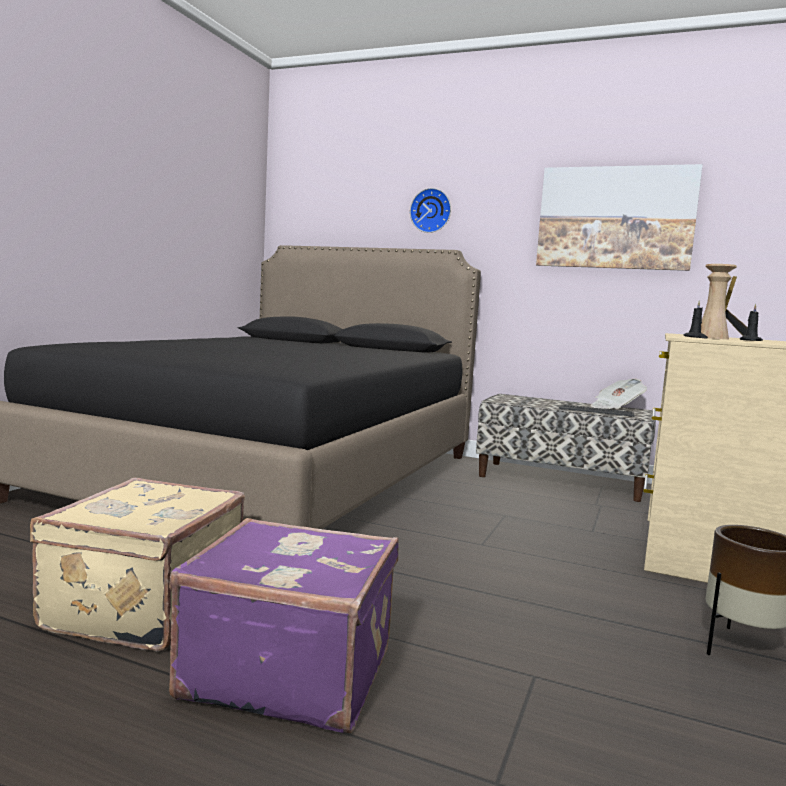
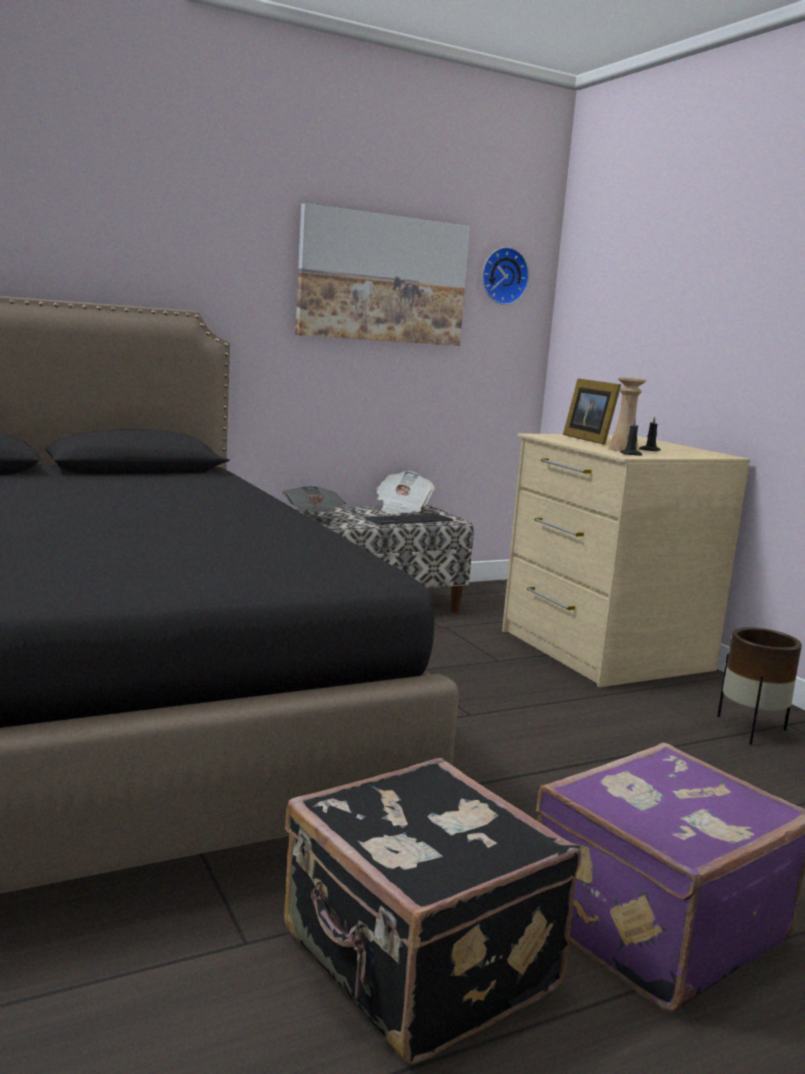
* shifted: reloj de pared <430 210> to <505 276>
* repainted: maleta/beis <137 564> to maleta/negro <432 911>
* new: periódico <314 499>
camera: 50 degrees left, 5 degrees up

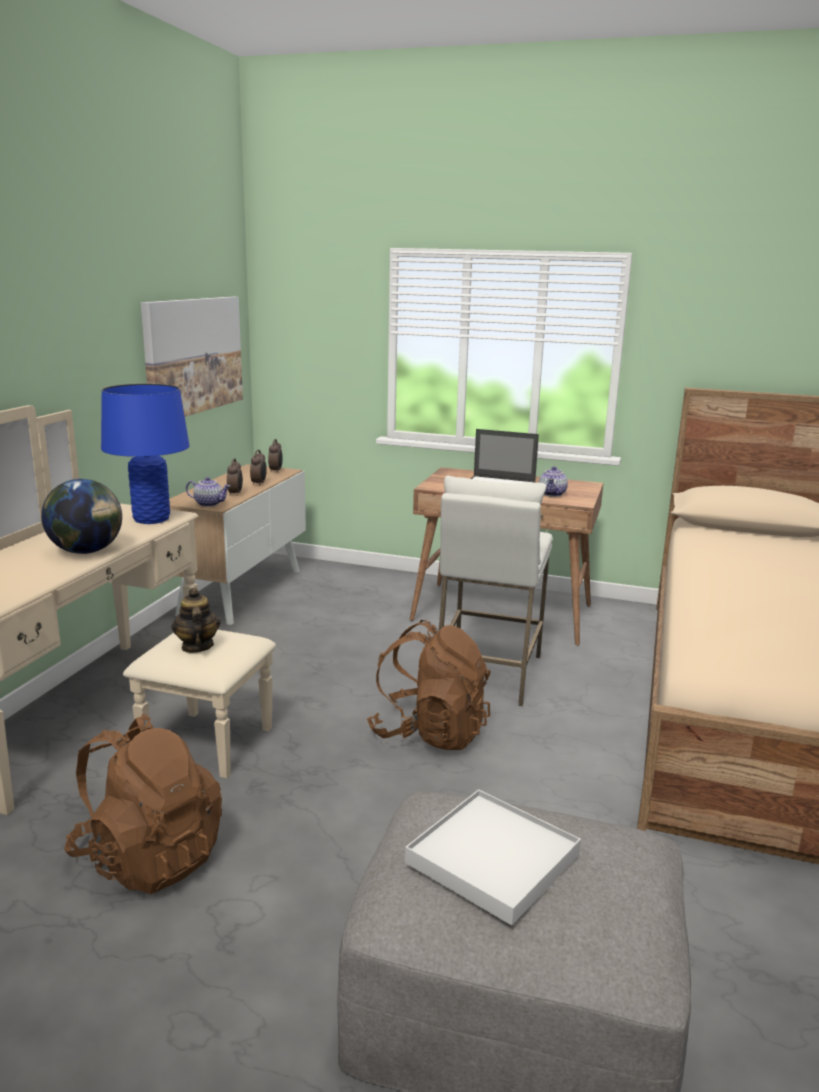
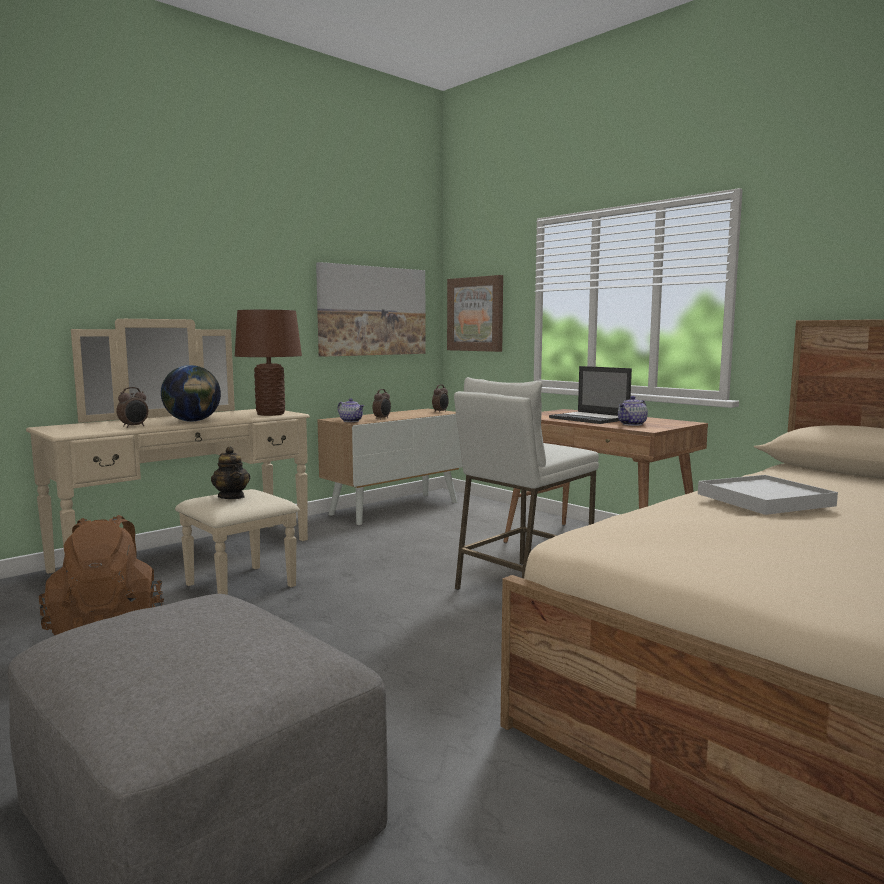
* repainted: lámpara de mesa/azul <145 454> to lámpara de mesa/marrón <268 363>
* shifted: despertador <258 468> to <132 407>
* rotated: tetera <196 620> = <230 472> 135 degrees clockwise
* gone: mochila/marrón <429 685>
* shifted: bandeja/blanco <493 857> to <768 495>
* new: cuadro <475 313>
camera: 30 degrees right, 10 degrees down

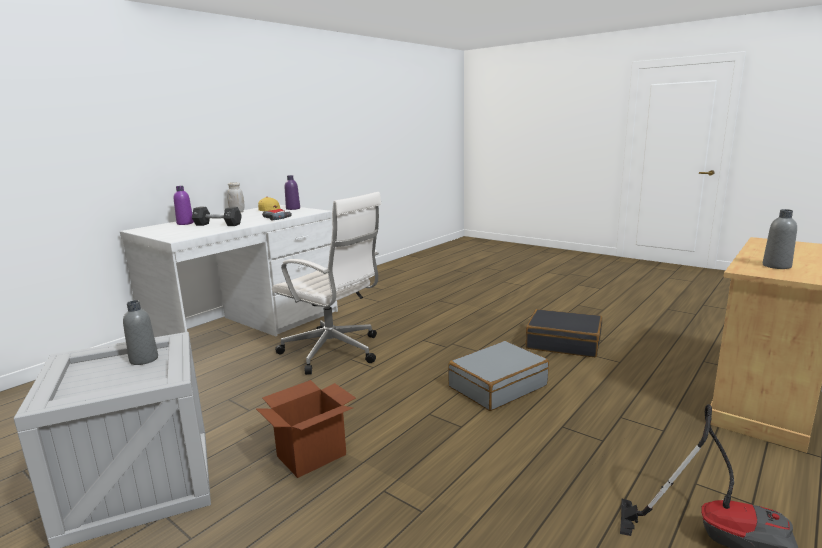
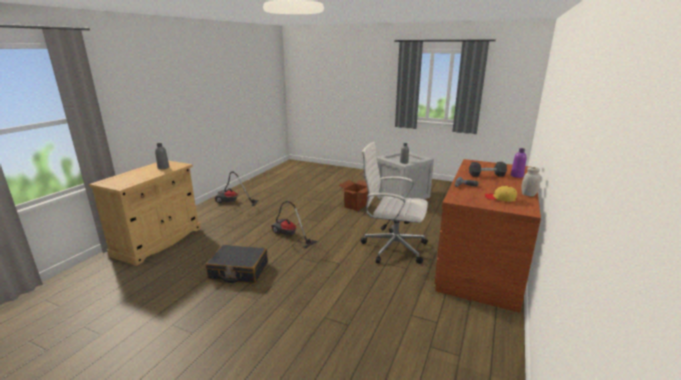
* gone: botella/morado <292 192>
* repainted: escritorio/blanco <229 271> to escritorio/marrón <487 236>
* swapped: maleta/gris <498 376> to aspiradora <294 224>
camera: 165 degrees right, 5 degrees up

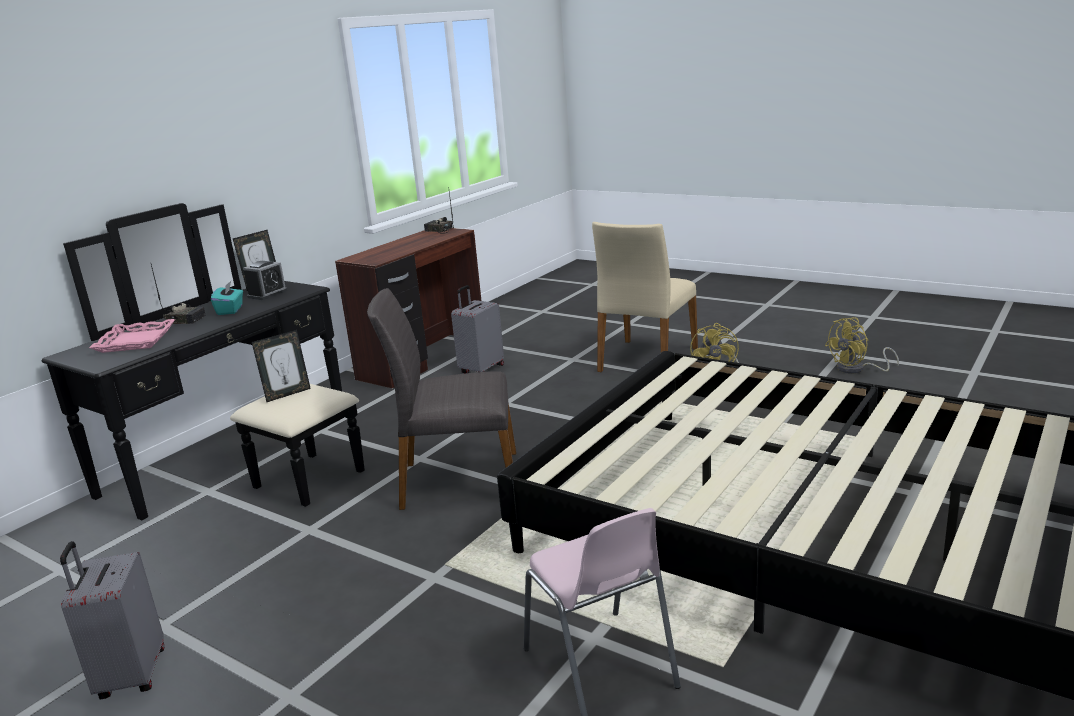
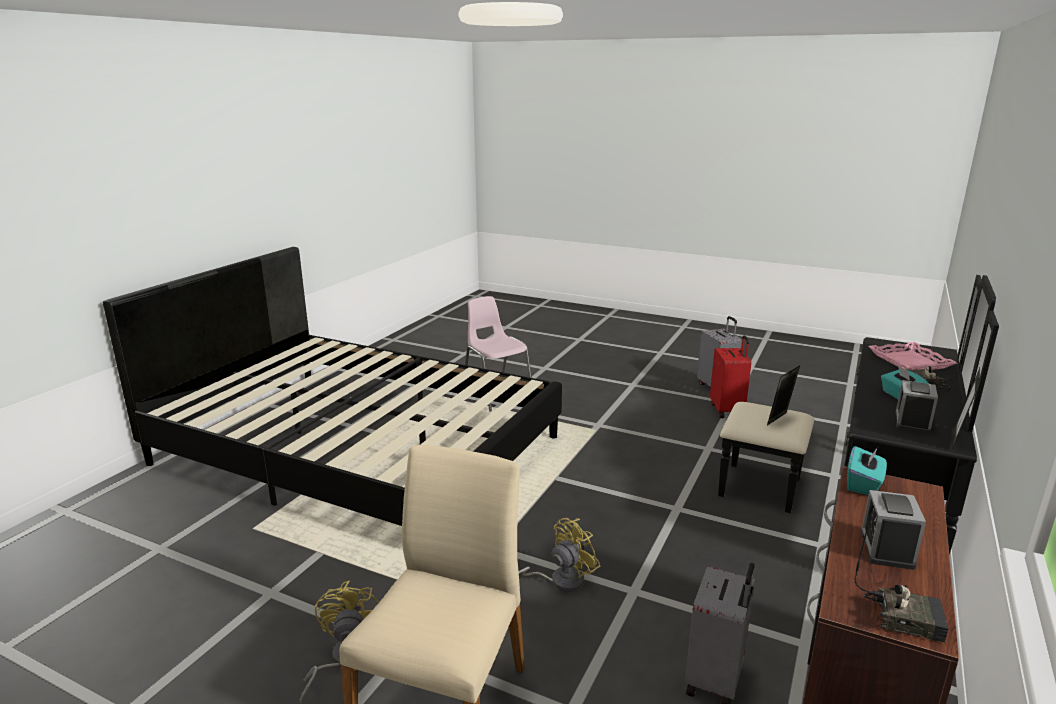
* gone: silla/gris <441 399>
* shifted: ventilador/amarillo <862 345> to <559 555>
* new: maleta/rojo <730 376>
* new: caja de pañuelos/turquesa <867 470>
* new: despertador <893 530>
camera: 170 degrees right, 0 degrees up

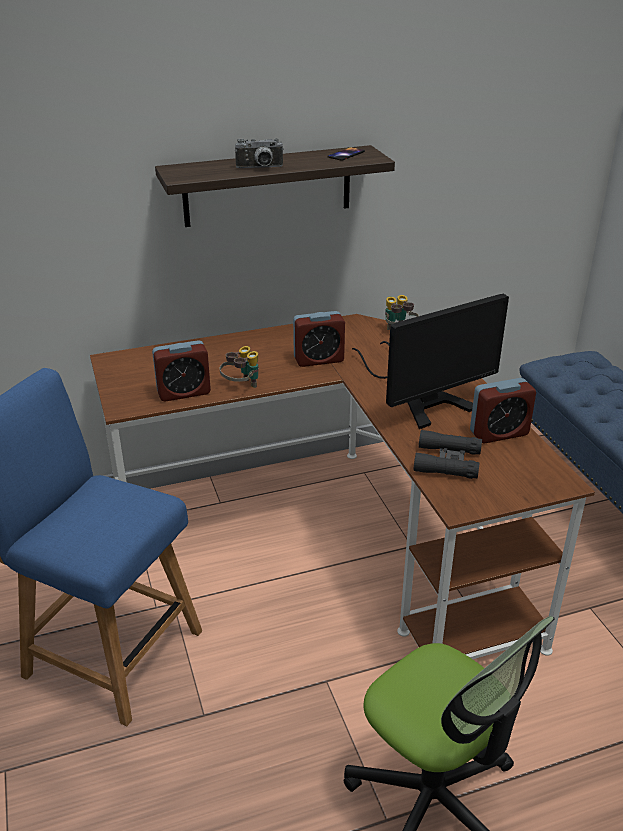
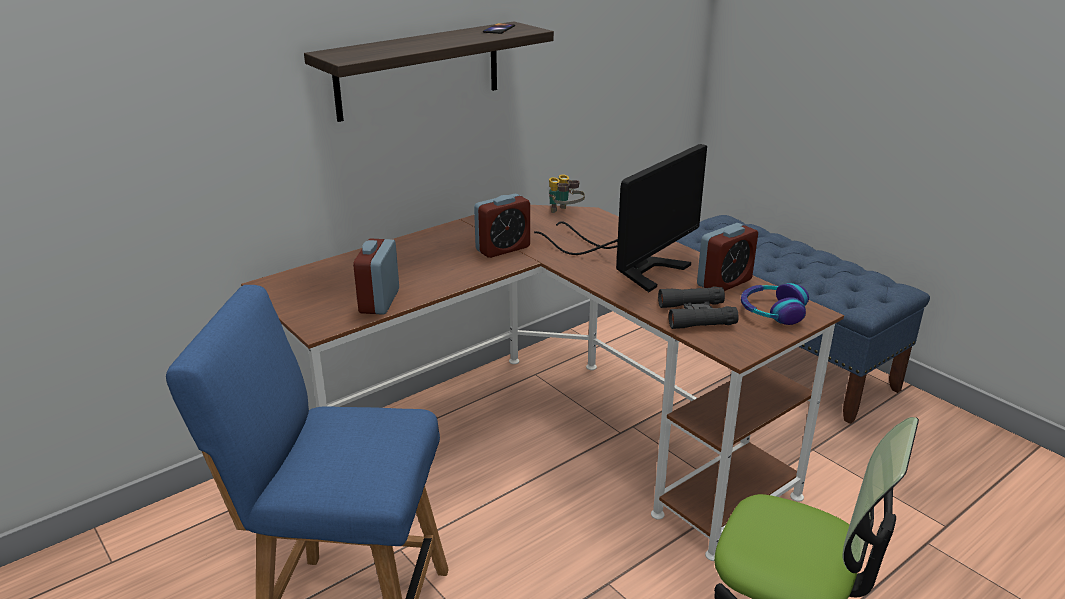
* gone: cámara <259 153>
* rotated: despertador <181 371> = <376 277> 135 degrees clockwise
* gone: prismáticos <239 367>
* new: auriculares <775 304>
camera: 20 degrees left, 5 degrees down

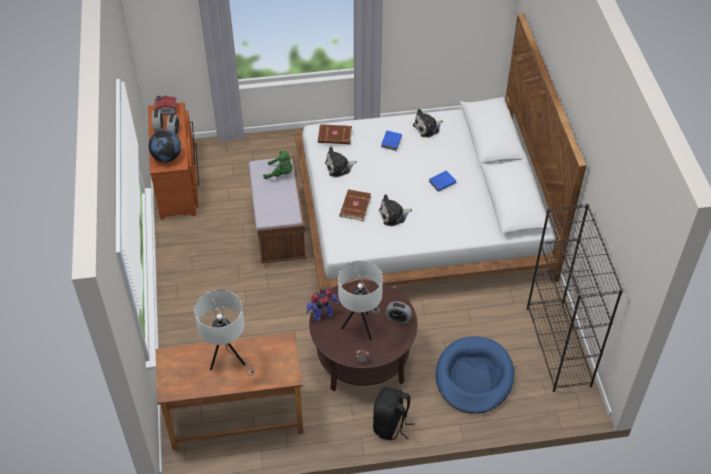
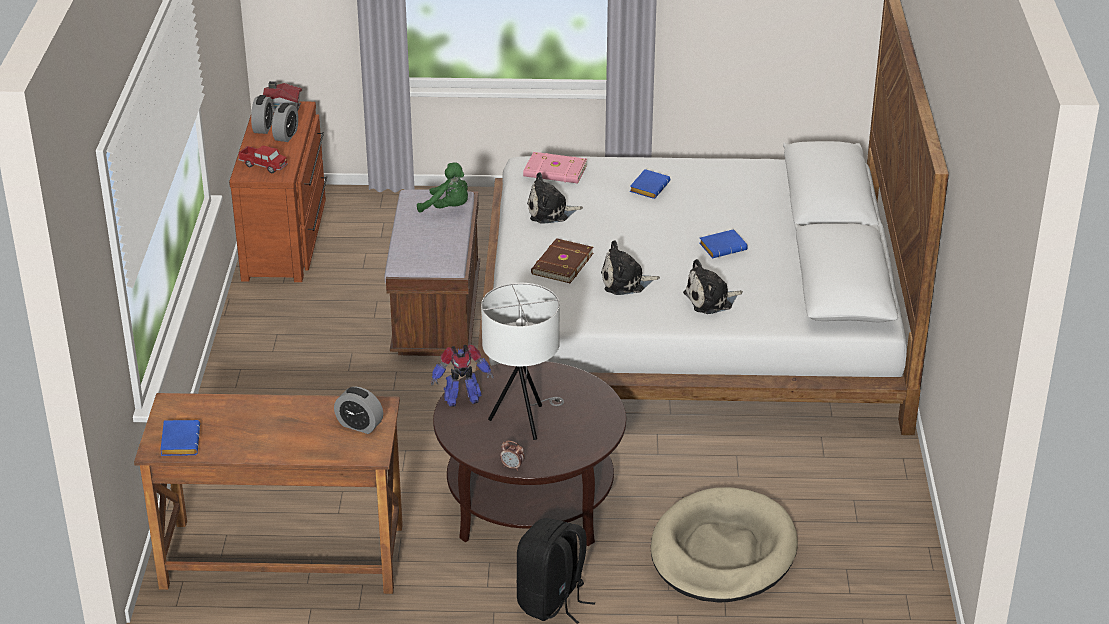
* shifted: peluche <428 123> to <713 286>
* repainted: libro/marrón <335 134> to libro/rosa <555 167>
* swapped: globo terráqueo <165 146> to camión de juguete <263 159>
* gone: estantería/negro <575 298>
* gone: lámpara de mesa/blanco <224 333>
* shifted: despertador <398 312> to <358 410>
* repainted: cama para perro/azul <475 375> to cama para perro/beis <724 545>
* new: libro/azul <180 438>
camera: 10 degrees right, 15 degrees down

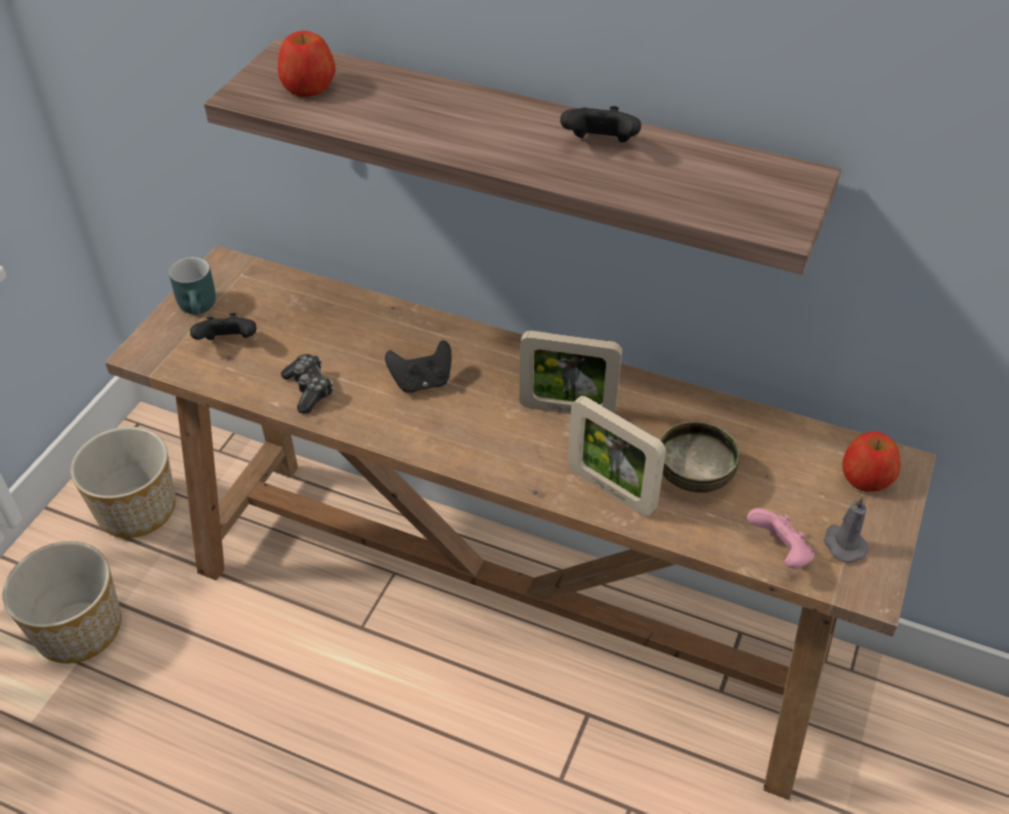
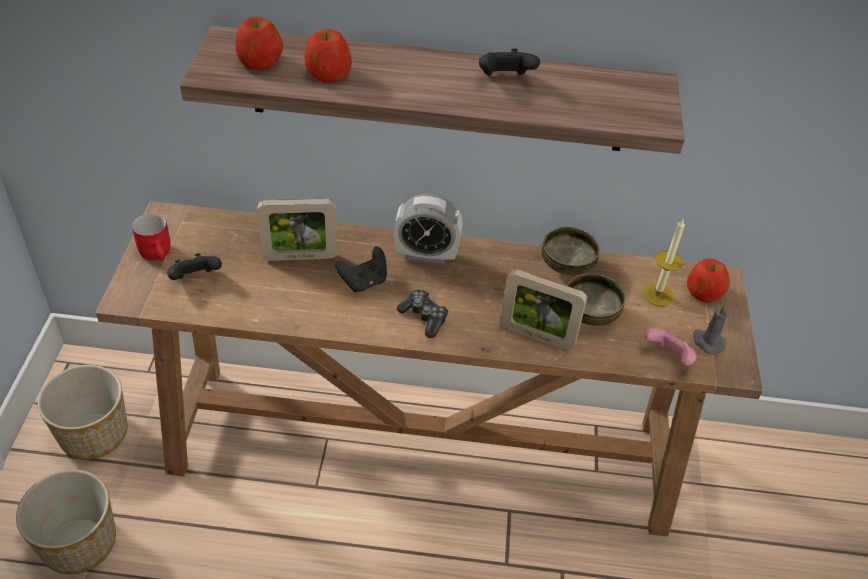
* repainted: taza grande/turquesa <192 286> to taza grande/rojo <151 237>
* shifted: portarretratos <570 372> to <296 230>
* shifted: mando de consola <307 384> to <422 314>
* new: manzana <328 56>
* new: despertador <428 229>
* new: vela <663 262>
* new: cuenco <570 251>
camera: 20 degrees left, 0 degrees up

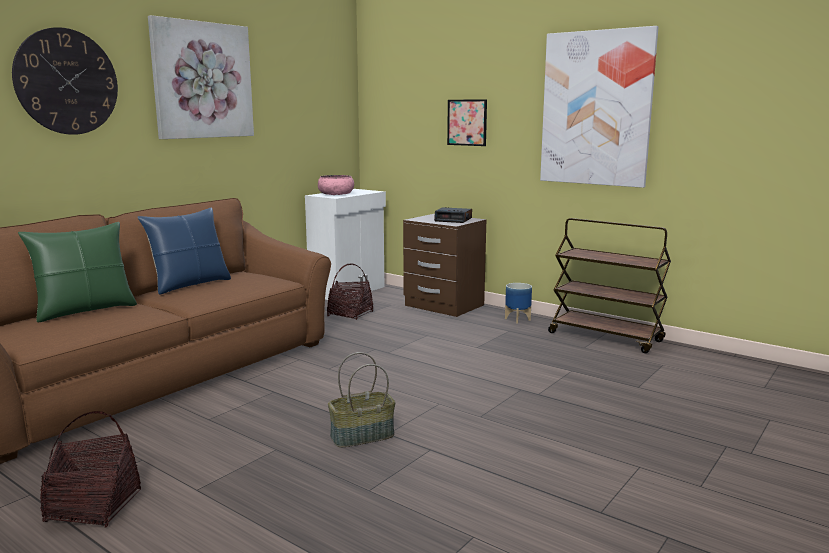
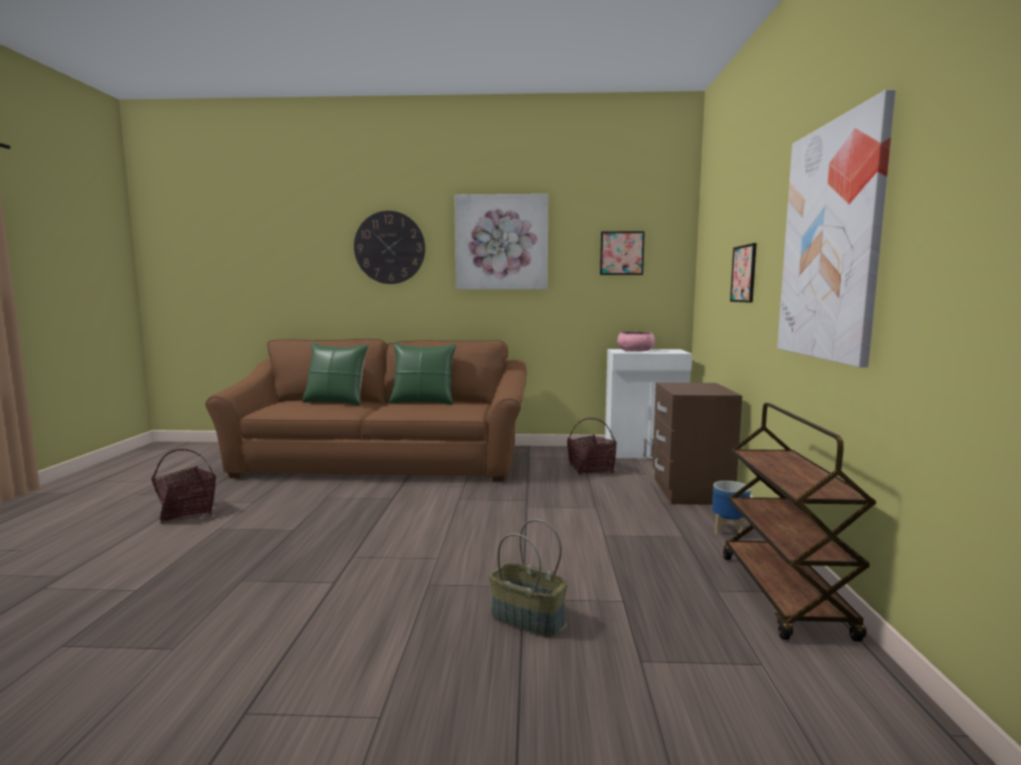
* repainted: cojín/azul <184 251> to cojín/verde <422 374>
* gone: despertador <453 215>
* shifted: cesta <361 399> to <528 578>
* new: cuadro <622 253>
camera: 55 degrees right, 5 degrees down

